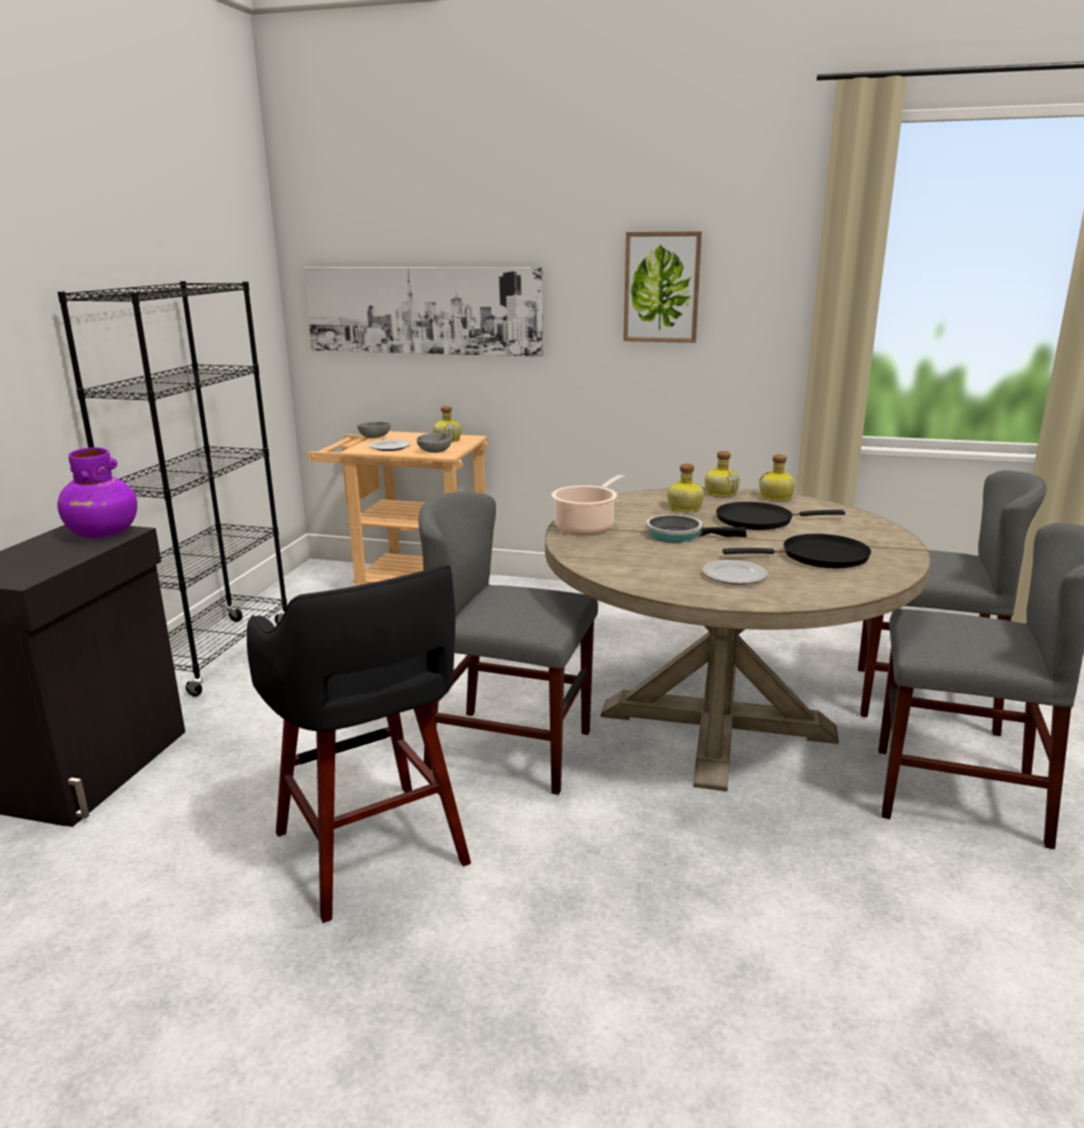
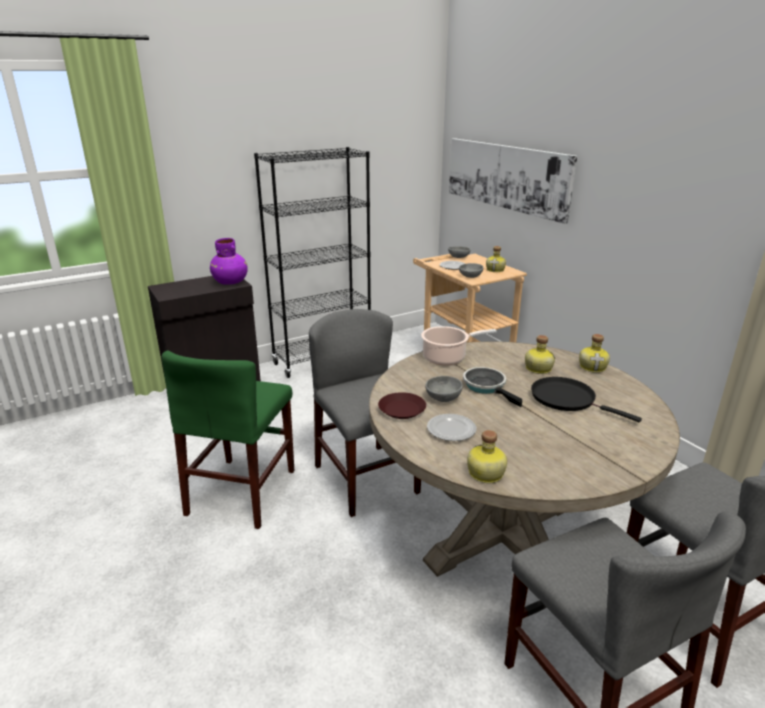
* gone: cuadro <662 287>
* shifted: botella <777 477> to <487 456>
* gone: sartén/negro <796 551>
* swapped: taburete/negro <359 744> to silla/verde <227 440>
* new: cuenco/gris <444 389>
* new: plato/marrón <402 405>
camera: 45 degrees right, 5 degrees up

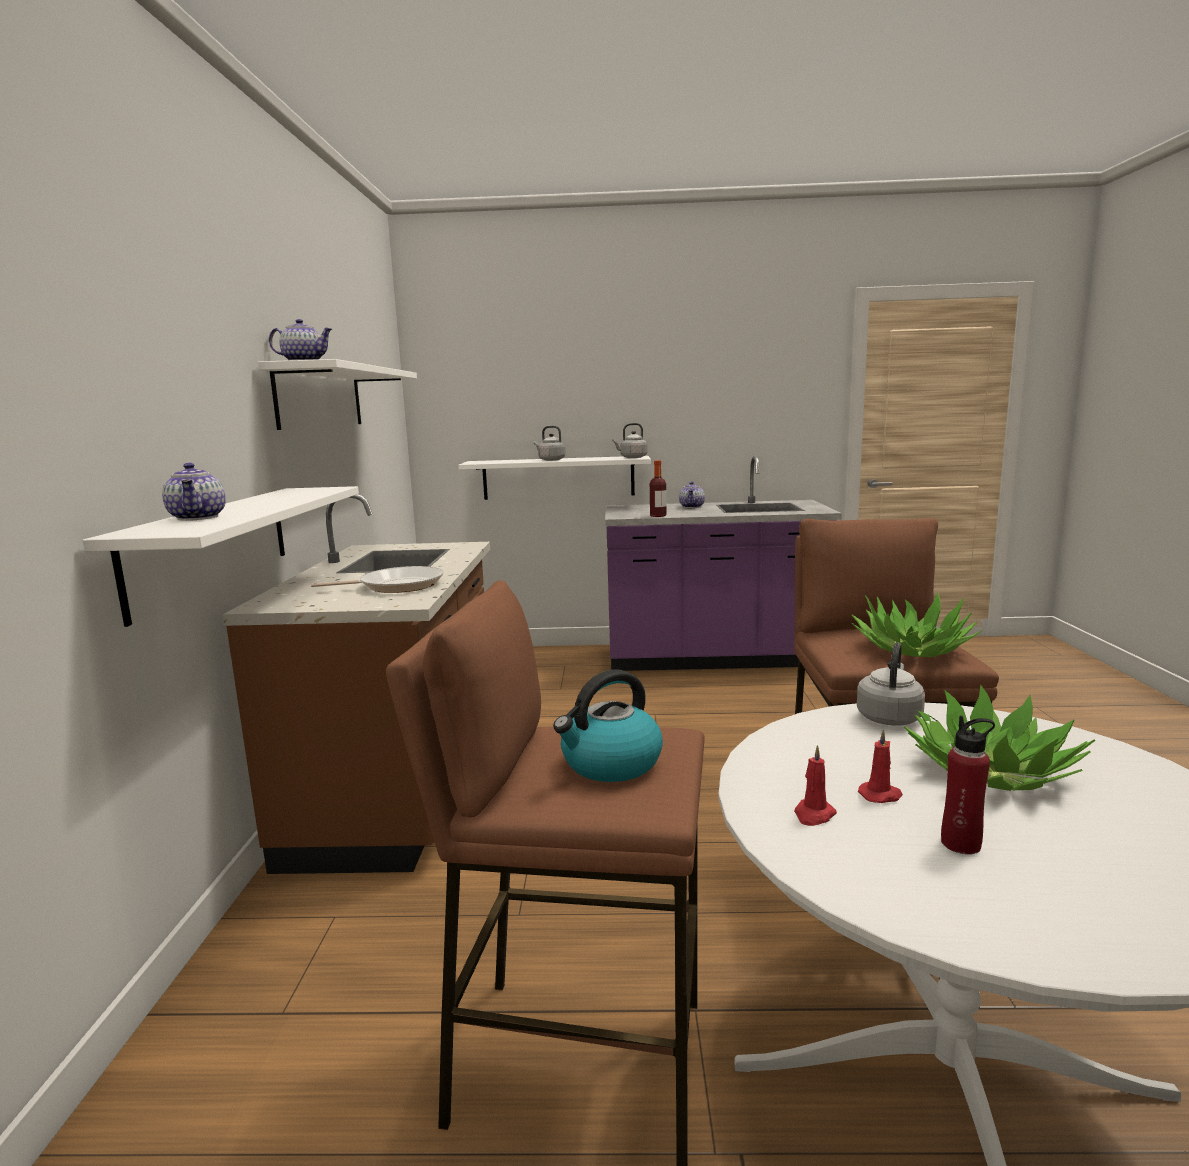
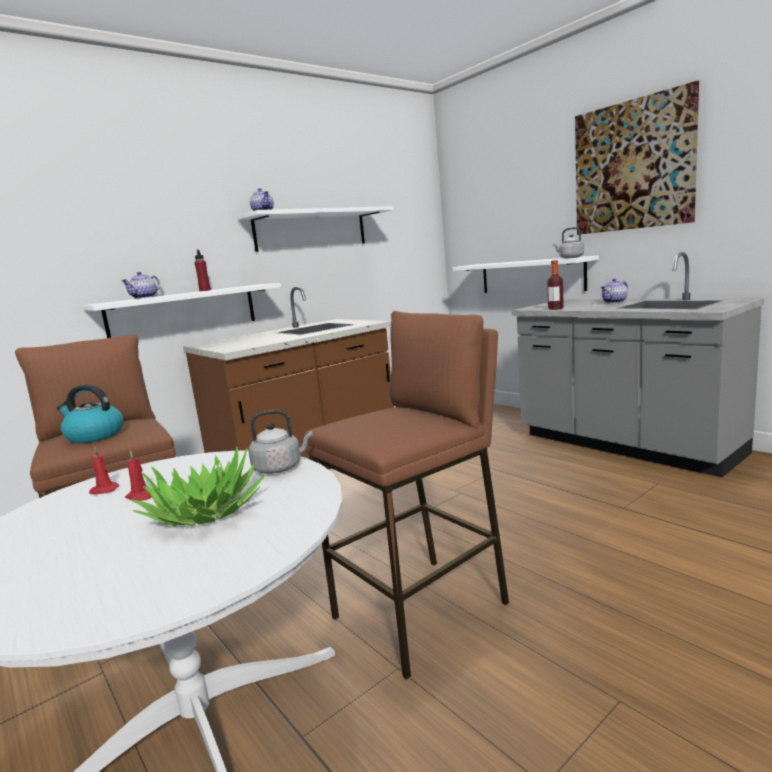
* gone: hervidor/gris <550 443>
* repainted: mueble bajo de cocina/morado <723 563> to mueble bajo de cocina/gris <638 364>
* gone: sartén <377 579>
* gone: planta en maceta <916 625>
* shifted: botella/rojo <968 784> to <203 270>
* new: cuadro <637 157>
camera: 50 degrees right, 0 degrees up

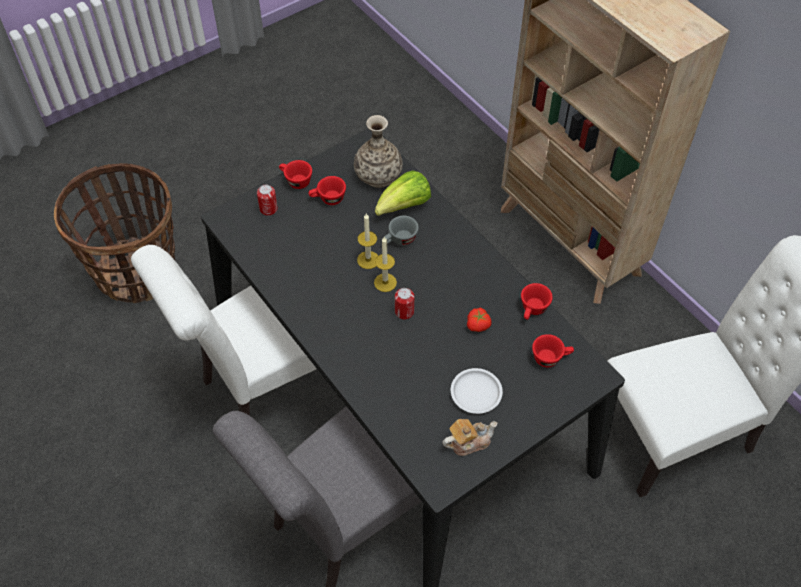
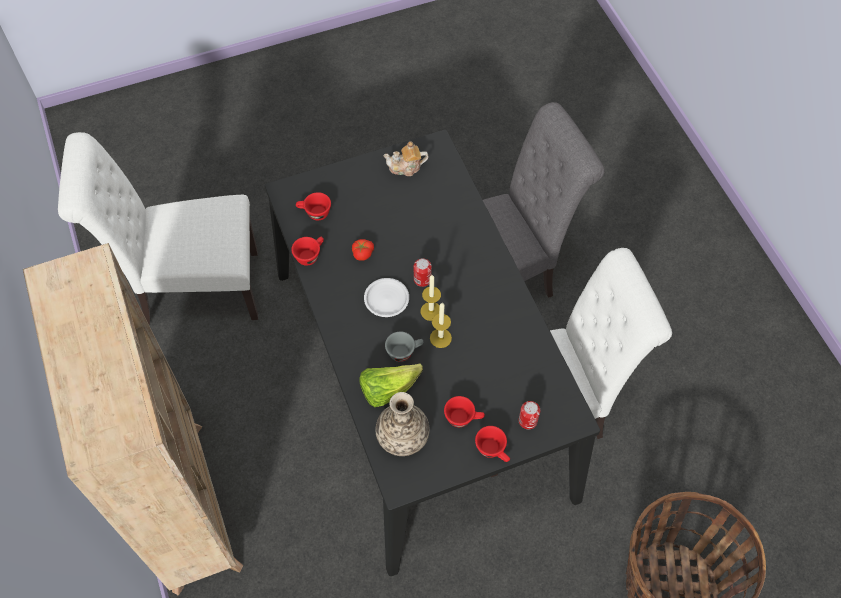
* shifted: plato/blanco <477 391> to <386 297>
camera: 165 degrees left, 5 degrees up

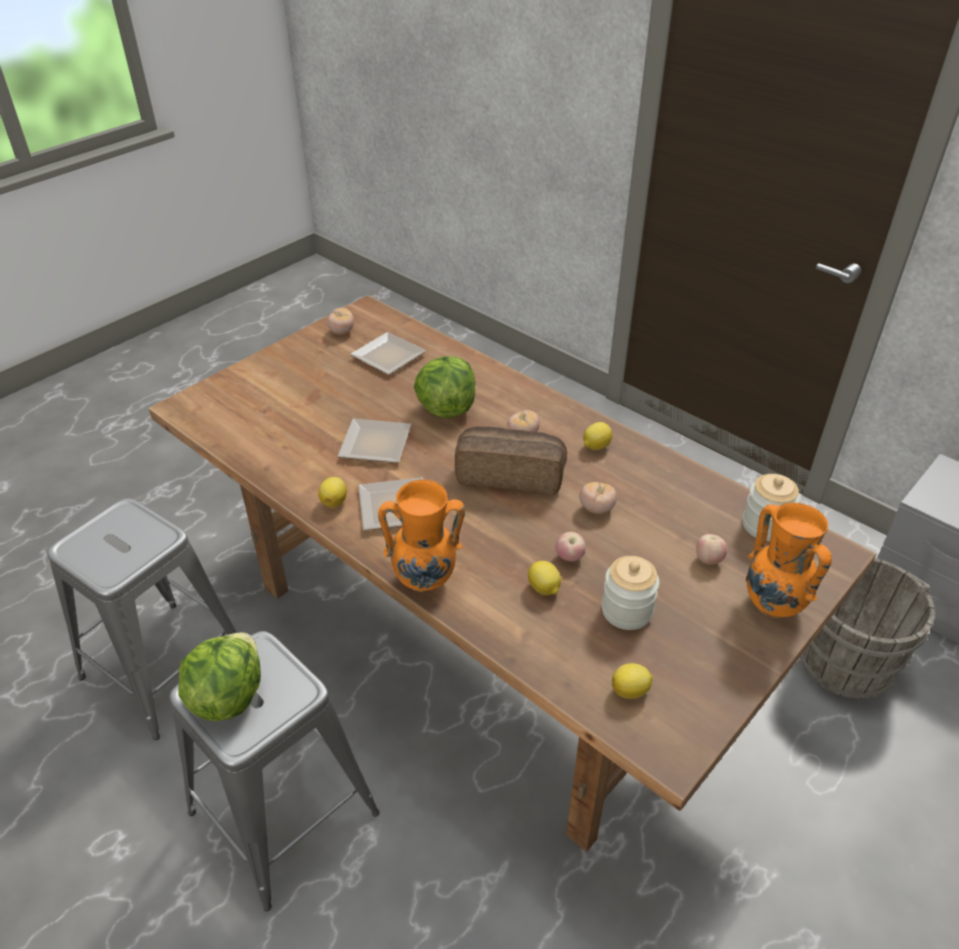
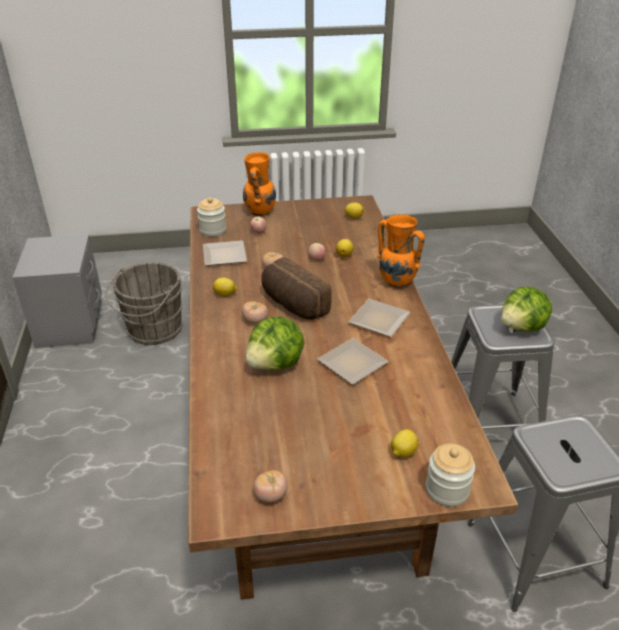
* shifted: plato <388 353> to <225 253>
* shifted: limón <332 492> to <404 443>
* shifted: tarro <630 593> to <450 475>
camera: 140 degrees left, 5 degrees down

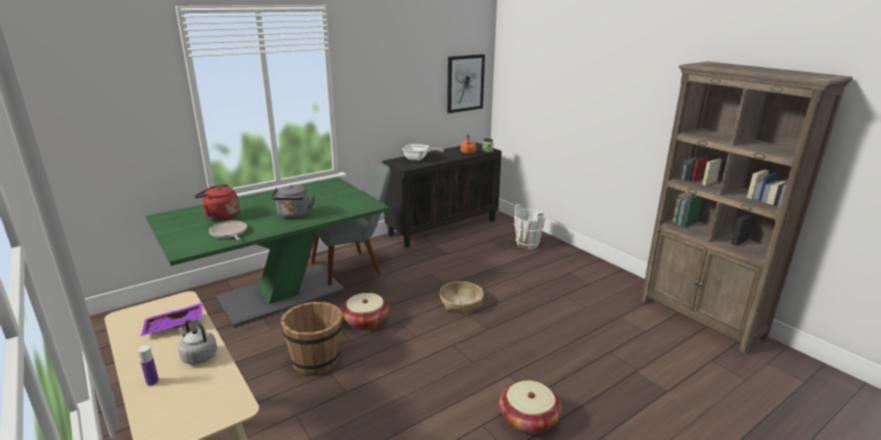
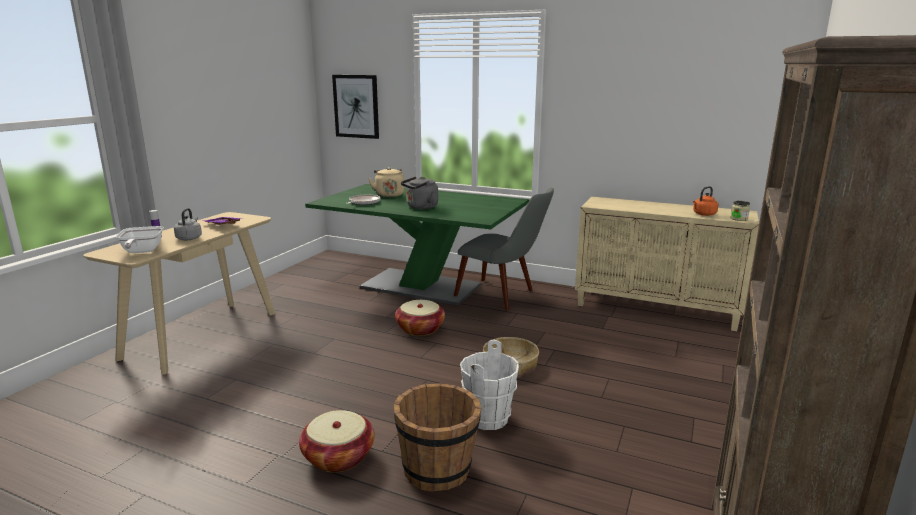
* shifted: cuadro <466 83> to <355 107>
* repainted: armario/negro <442 195> to armario/beis <667 264>
* shifted: sartén <423 152> to <140 239>
* repainted: hervidor/rojo <217 202> to hervidor/beis <386 182>
* shifted: cubo/blanco <530 227> to <489 385>
* shifted: cubo/marrón <311 338> to <438 437>
camera: 60 degrees right, 5 degrees down

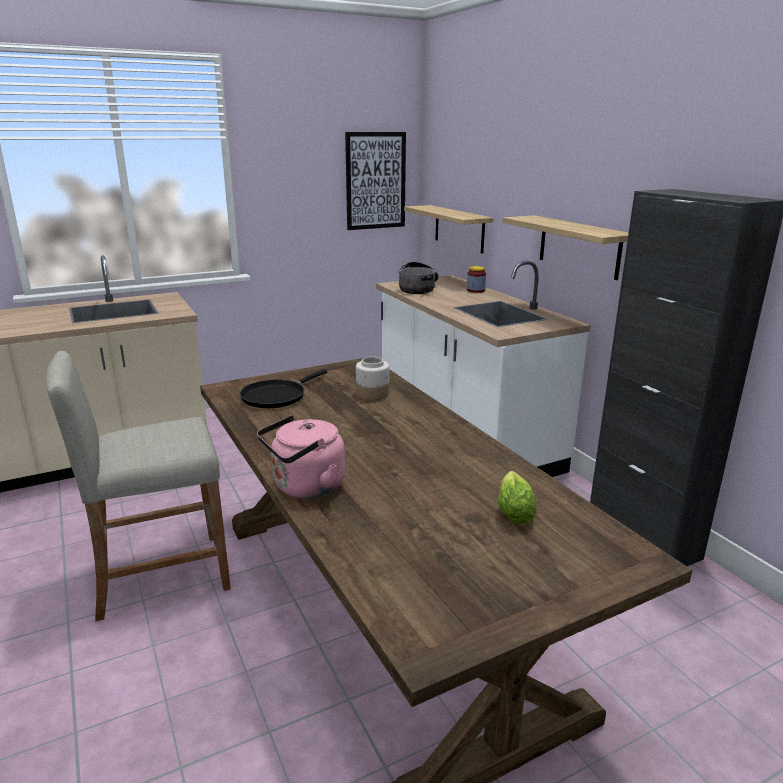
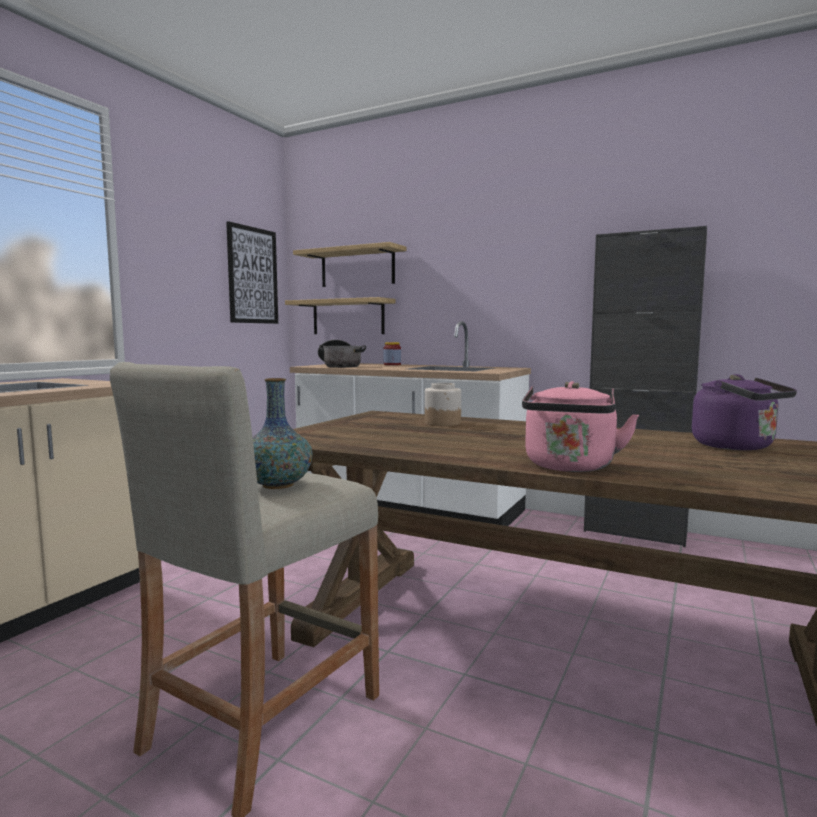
* shifted: estante <566 247> to <349 264>
* gone: sartén/negro <283 389>
* swapped: lechuga <517 497> to hervidor/morado <744 412>
* new: florero <283 433>
camera: 35 degrees left, 15 degrees down

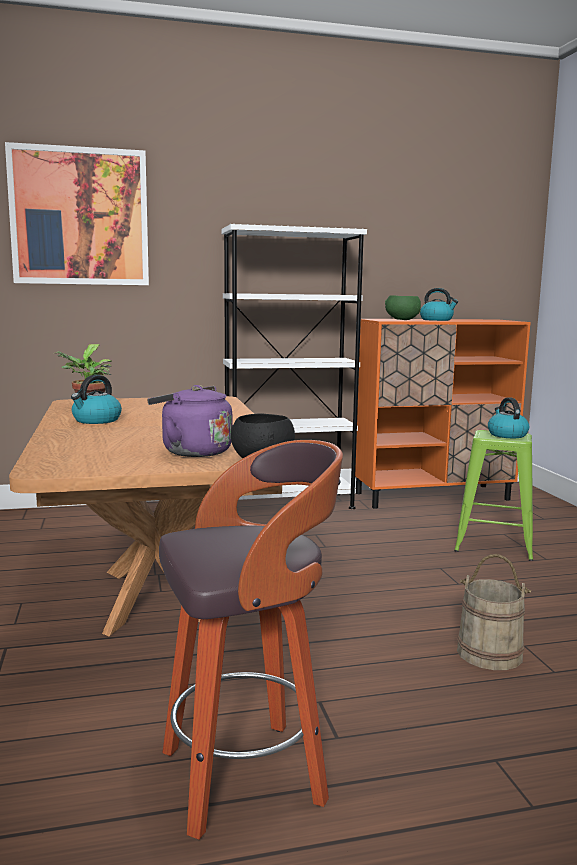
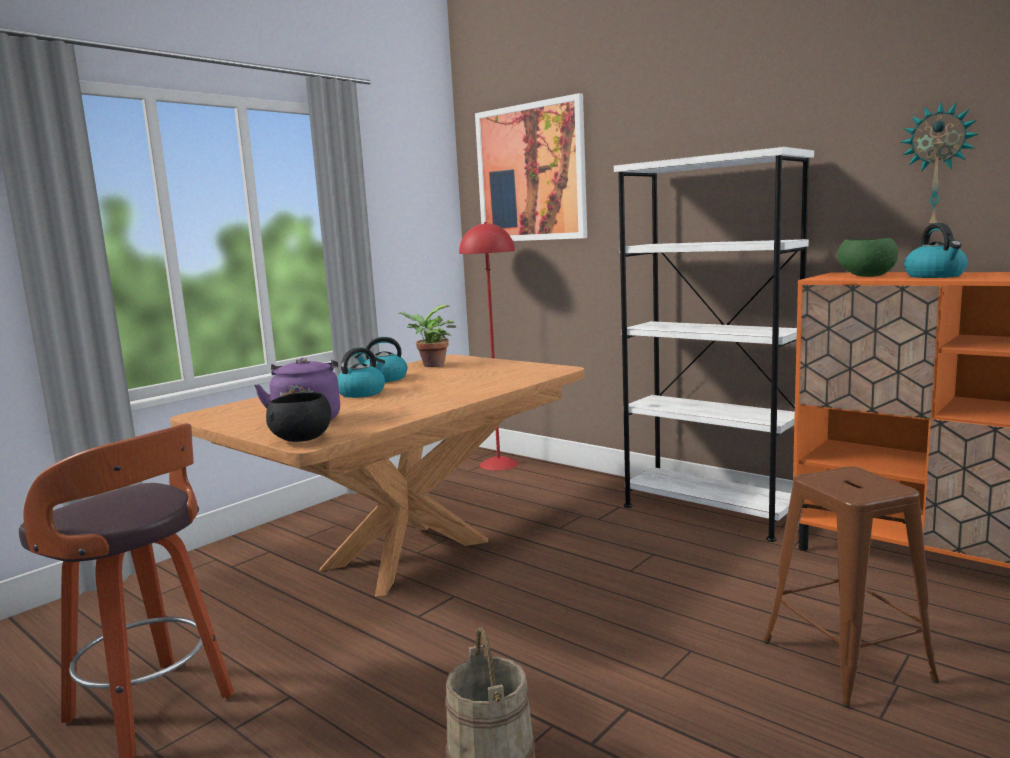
* shifted: hervidor <508 417> to <361 372>
* repainted: taburete/verde <493 495> to taburete/marrón <851 587>
* new: reloj de pared <939 163>
* new: lámpara de pie/rojo <488 346>
camera: 55 degrees right, 0 degrees up

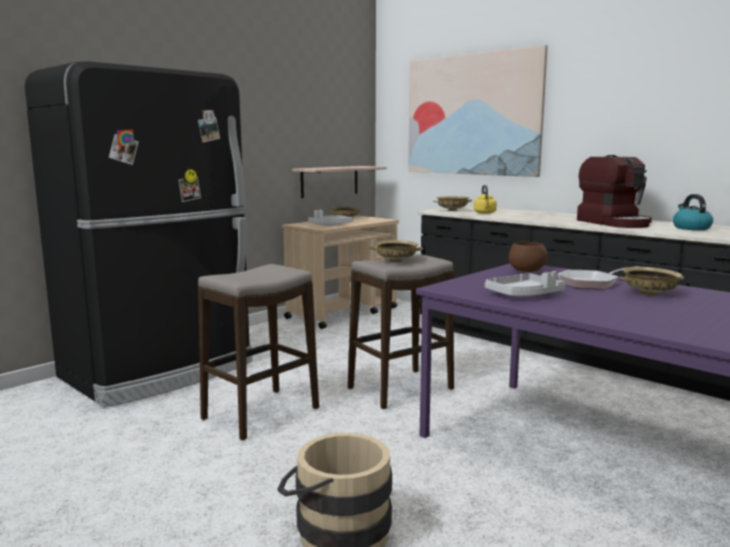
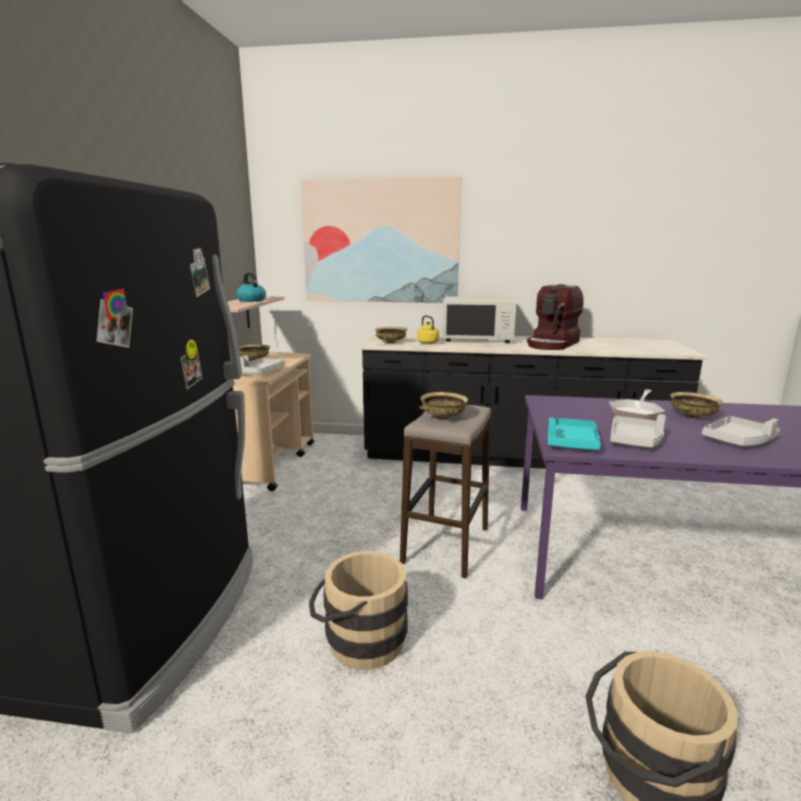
* rotated: cafetera <614 191> = <555 317> 90 degrees clockwise
* shifted: hervidor <693 212> to <251 287>
* gone: cuenco/marrón <528 257>
* swapped: taburete <258 352> to cubo/beis <358 610>
* new: microondas/blanco <479 319>
* new: bandeja/gris <741 431>
* new: bandeja/turquesa <574 433>
camera: 35 degrees left, 5 degrees up

